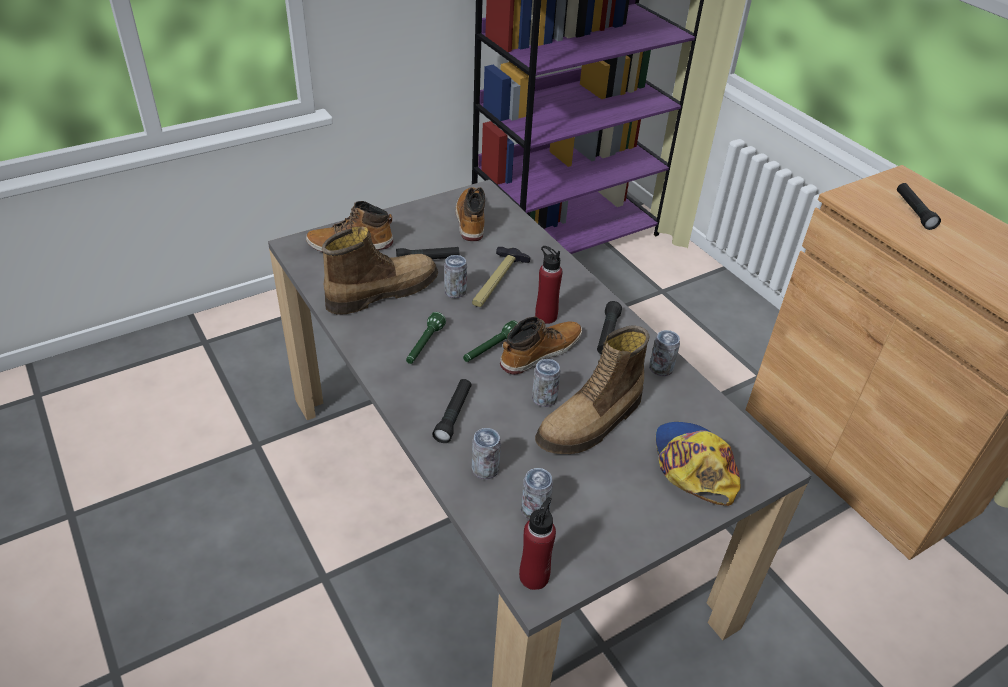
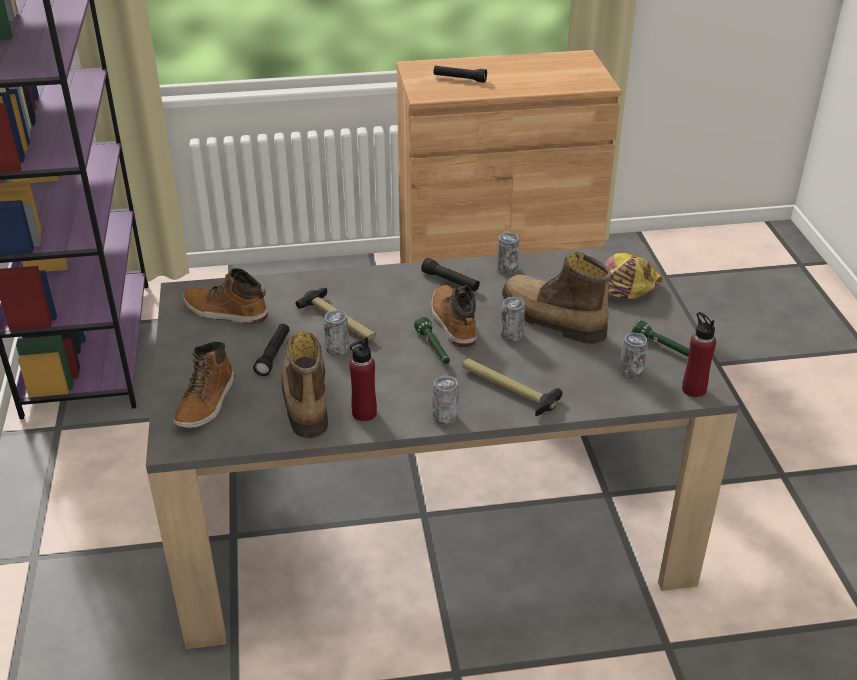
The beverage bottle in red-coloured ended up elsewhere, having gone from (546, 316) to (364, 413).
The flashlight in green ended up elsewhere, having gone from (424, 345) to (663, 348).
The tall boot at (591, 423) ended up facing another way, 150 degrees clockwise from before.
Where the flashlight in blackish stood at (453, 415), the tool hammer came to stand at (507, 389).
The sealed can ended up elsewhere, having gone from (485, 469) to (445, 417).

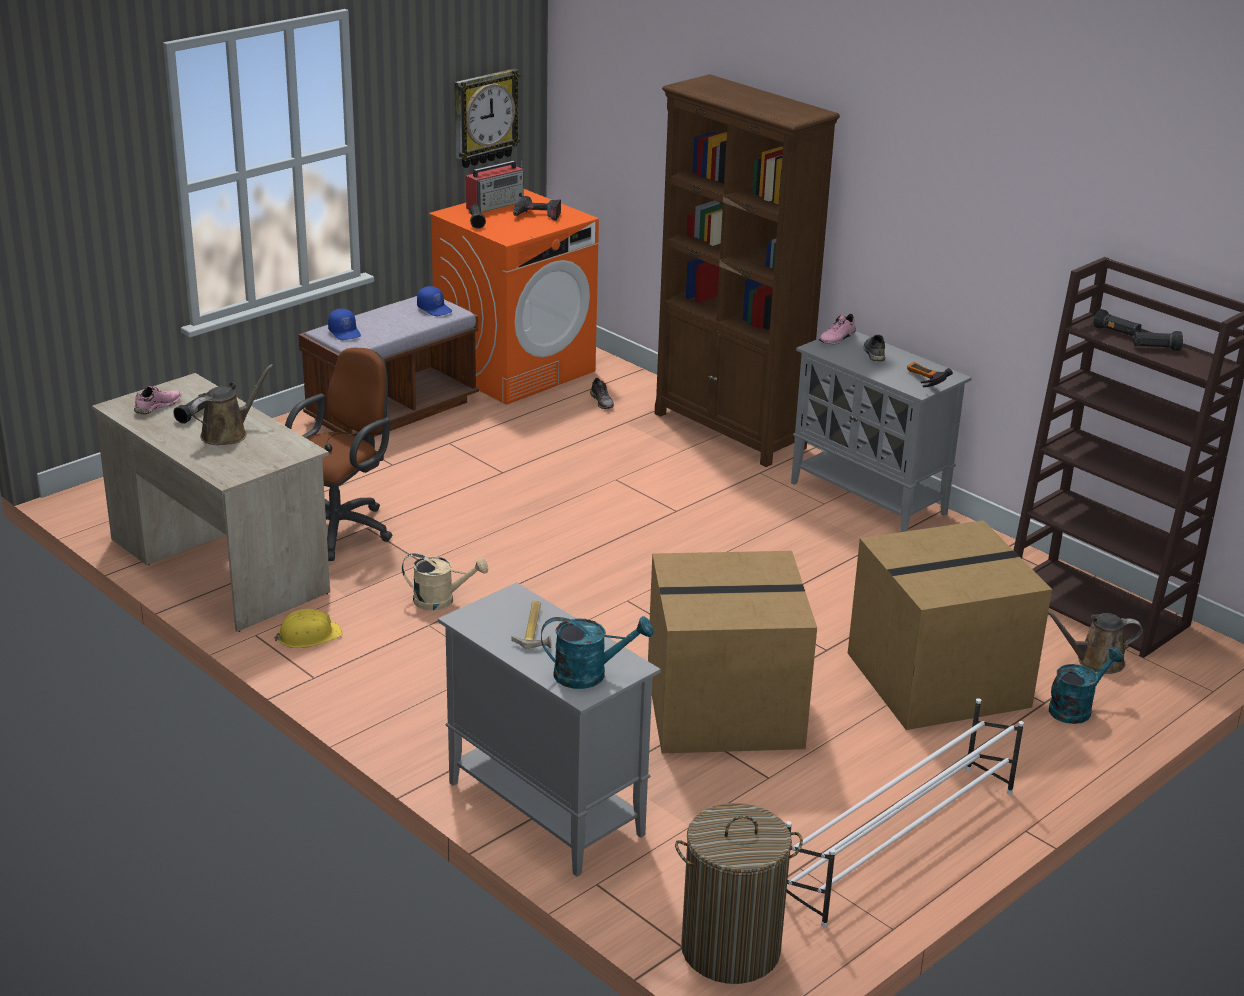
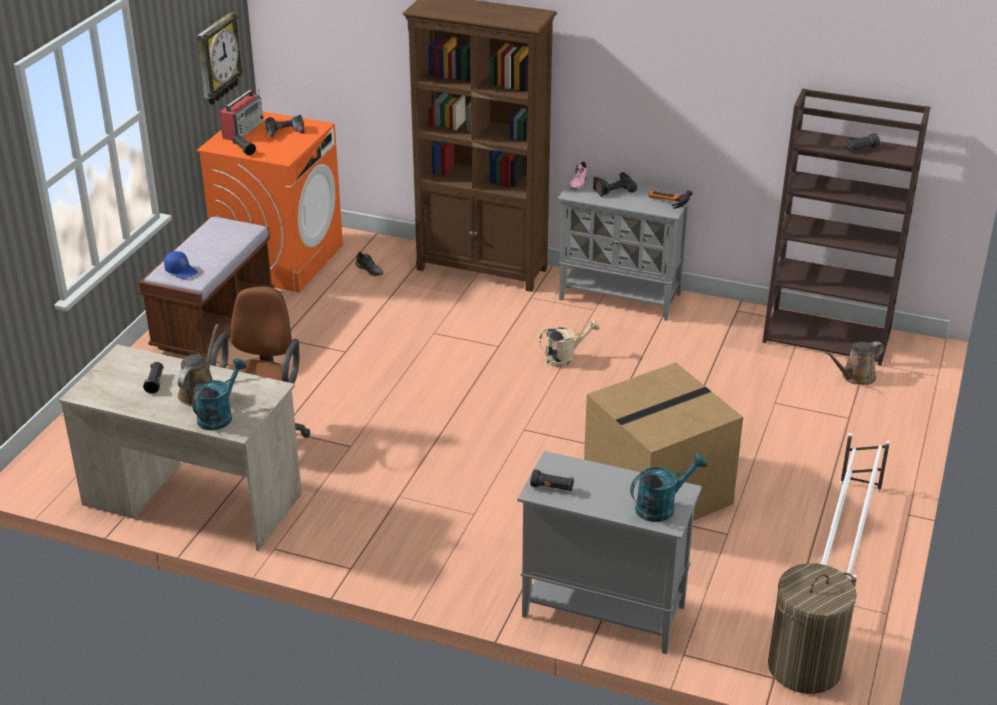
The second view lost the baseball cap in blue-coloured at (435, 309).
The flashlight in blackish ended up elsewhere, having gone from (1116, 333) to (552, 488).
Where the low shoe in greyish stood at (873, 353), the power drill came to stand at (614, 189).
The second view lost the low shoe in pink-coloured at (157, 406).
The second view lost the carton at (938, 678).
The watering can in sand-coloured ended up elsewhere, having gone from (441, 601) to (565, 358).
The second view lost the tool hammer at (536, 629).
The second view lost the hard hat in yellowish at (308, 636).
The watering can in turquoise ended up elsewhere, having gone from (1076, 708) to (219, 415).

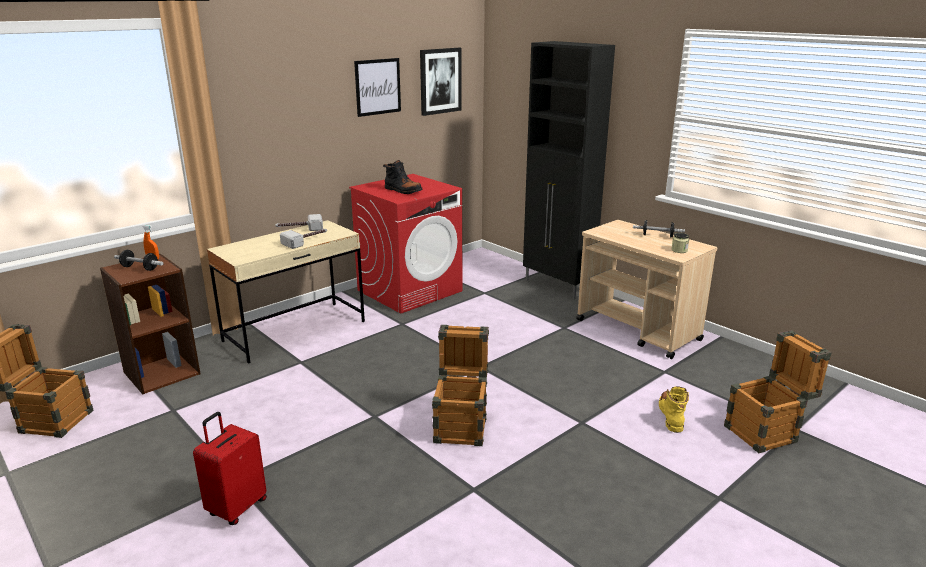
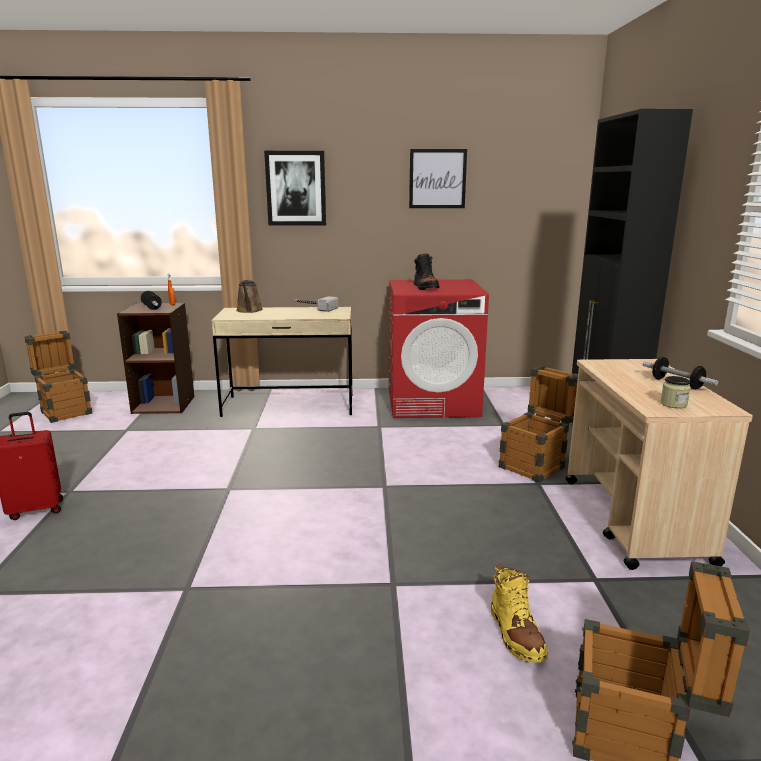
The wall picture ended up elsewhere, having gone from (440, 81) to (296, 188).
The second view lost the tool hammer at (306, 241).
The shipping crate ended up elsewhere, having gone from (461, 425) to (536, 465).
The tall boot in yellowish at (671, 416) ended up facing another way, 120 degrees clockwise from before.
The second view gained the watering can in brown-coloured at (249, 310).

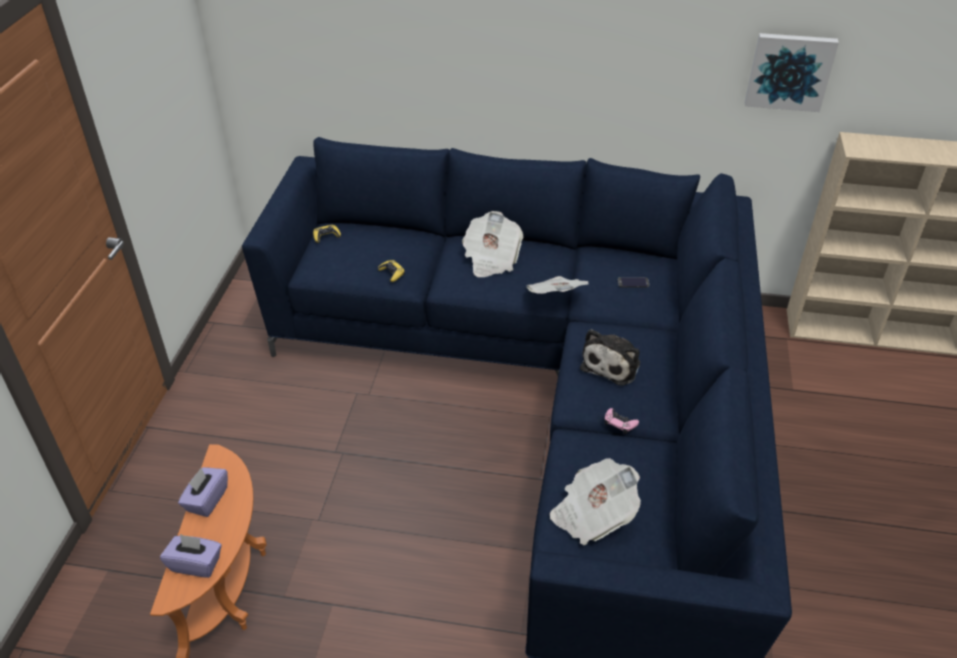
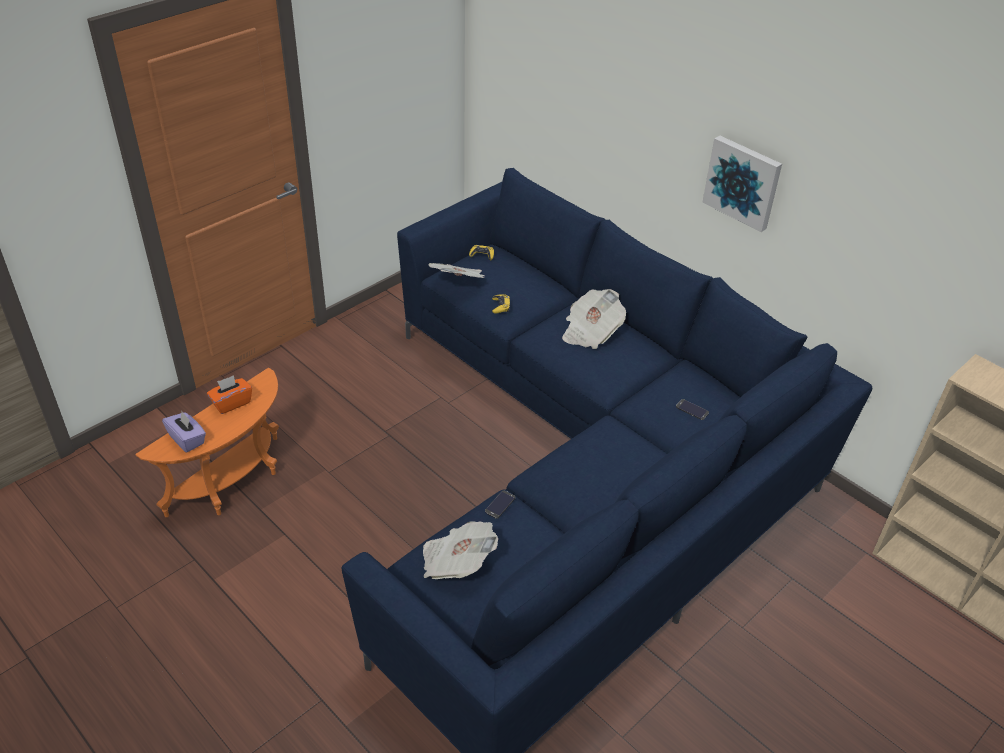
The wall picture ended up elsewhere, having gone from (789, 71) to (743, 182).
The daily paper ended up elsewhere, having gone from (556, 298) to (459, 282).
The second view lost the soft toy at (612, 364).
The second view lost the game controller in pink-coloured at (620, 423).
What was the tissue holder in purple at (206, 500) turned into the tissue holder in orange-coloured at (231, 403).
The second view gained the telephone at (500, 504).

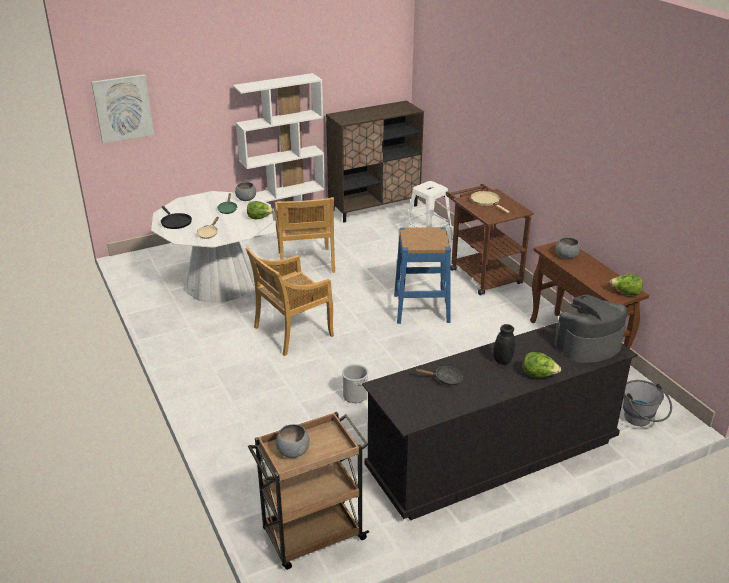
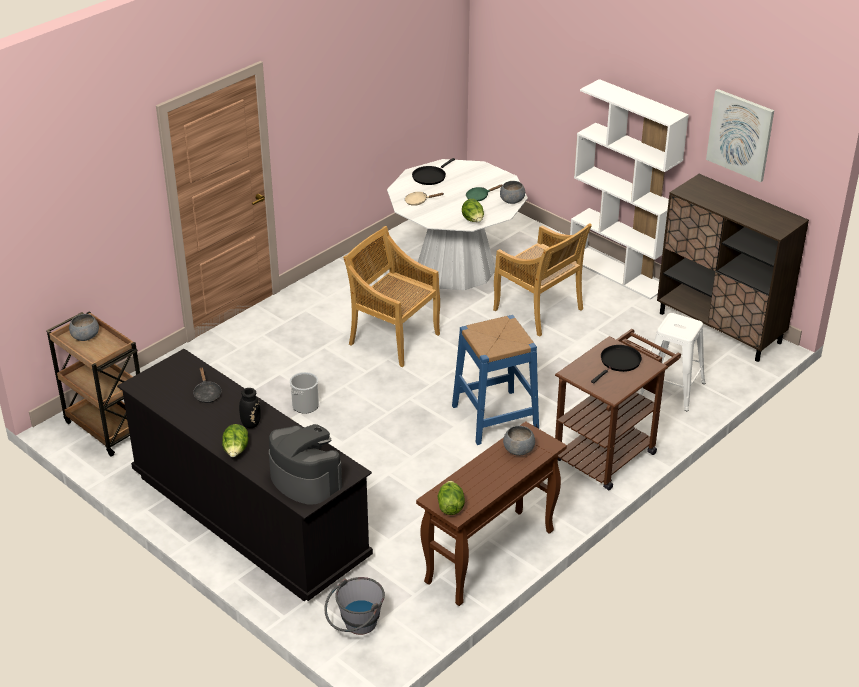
The wall picture ended up elsewhere, having gone from (123, 108) to (740, 134).
What was the frying pan in sand-coloured at (486, 201) turned into the frying pan in blackish at (619, 362).
The chair in sand-coloured at (306, 263) ended up facing another way, 105 degrees counterclockwise from before.

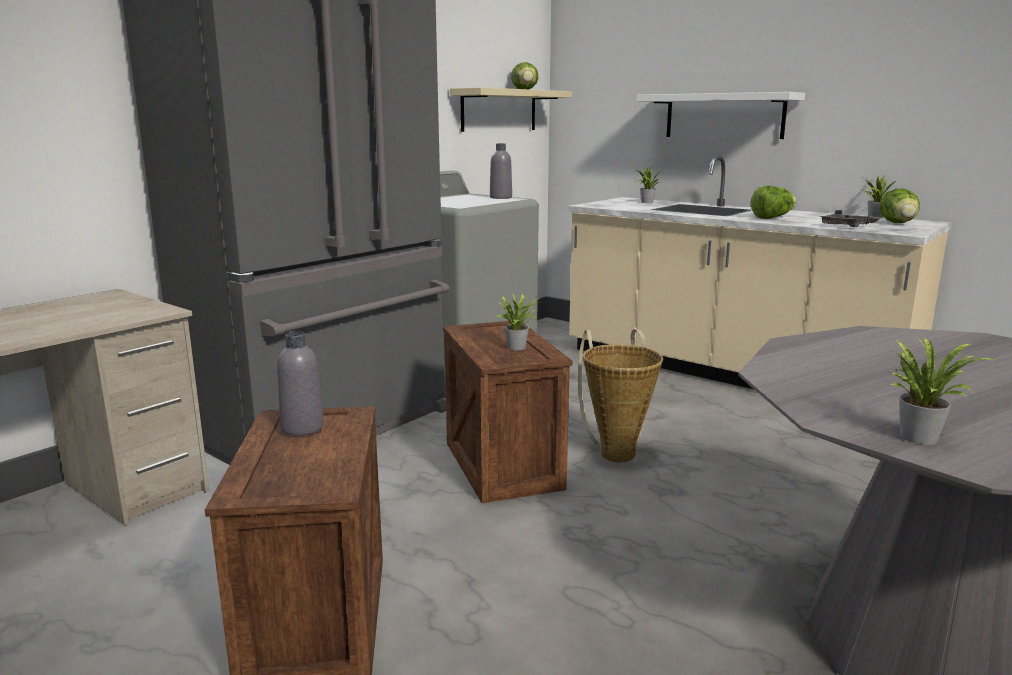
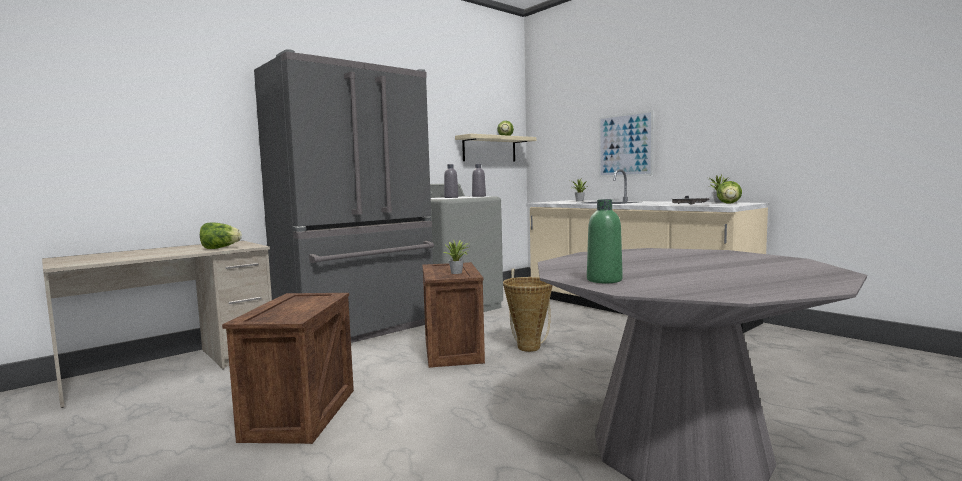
Where the bracket shelf in whitish hung at (724, 116), the wall picture came to hang at (625, 145).
The lettuce ended up elsewhere, having gone from (772, 218) to (220, 248).
The beverage bottle in greyish ended up elsewhere, having gone from (302, 427) to (451, 197).
Where the houseplant stood at (919, 436), the beverage bottle in green came to stand at (604, 280).

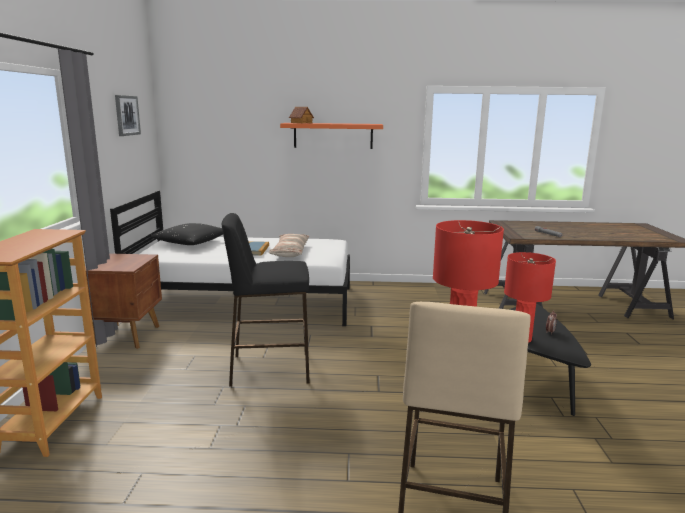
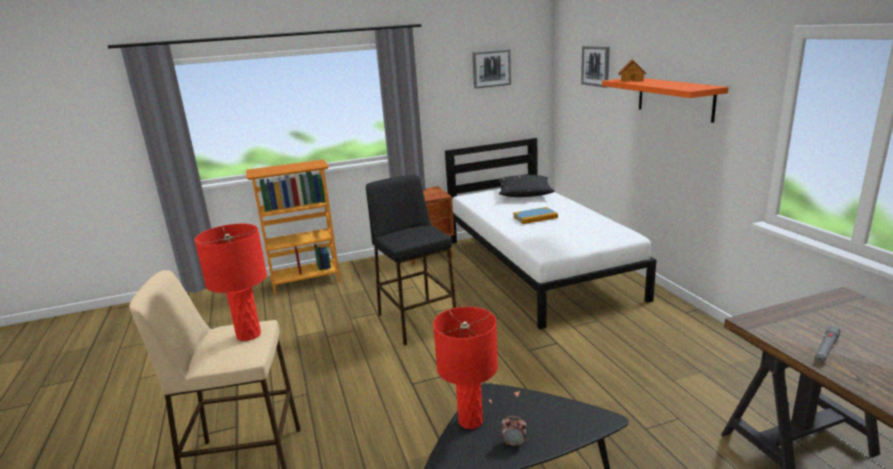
The second view lost the pillow at (290, 252).
The second view gained the wall picture at (596, 66).

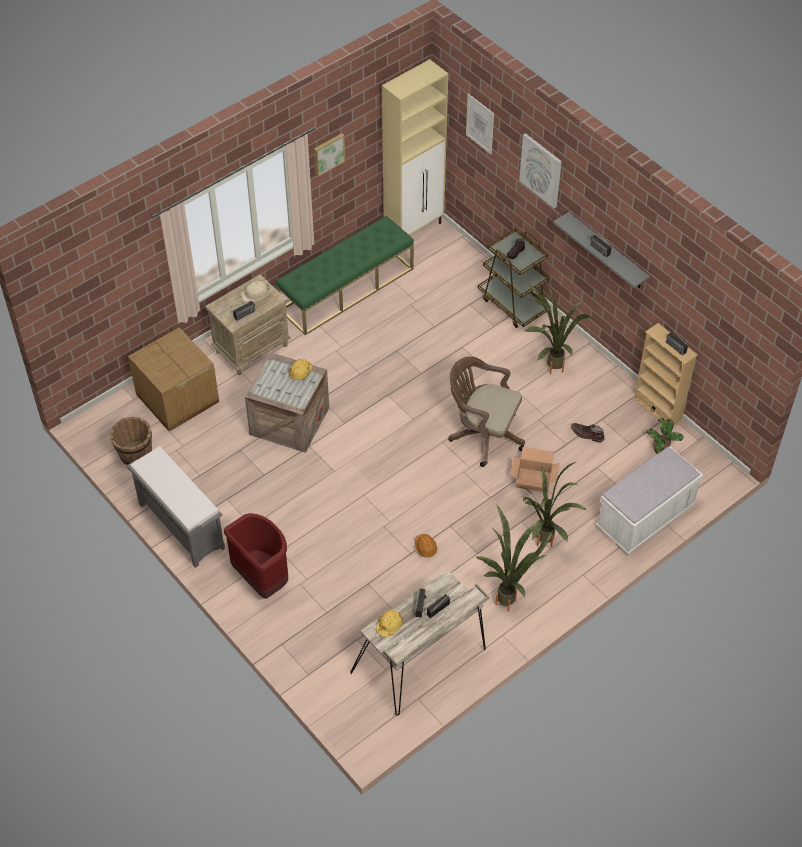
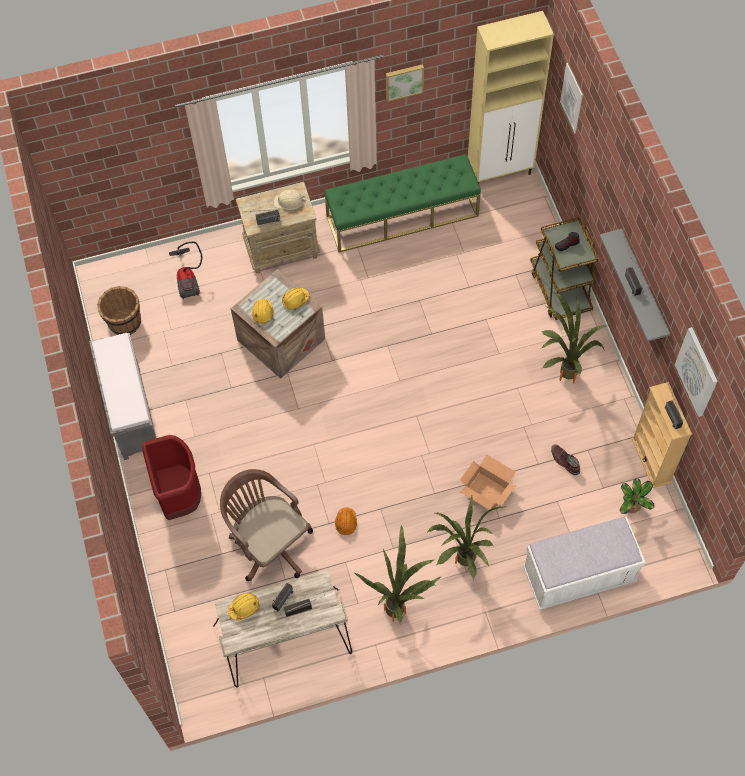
The wall picture ended up elsewhere, having gone from (541, 170) to (697, 372).
Where the carton stood at (177, 399), the vacuum cleaner came to stand at (188, 278).
The computer chair in brown-coloured ended up elsewhere, having gone from (483, 435) to (268, 543).
The second view gained the hard hat in yellowish at (262, 313).

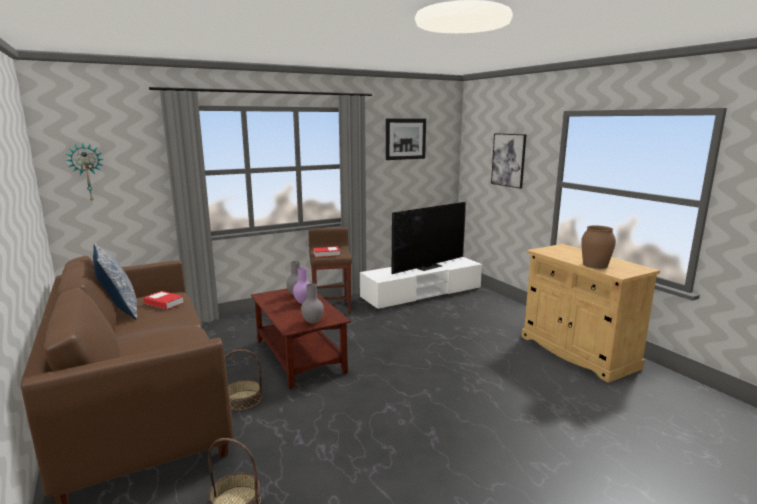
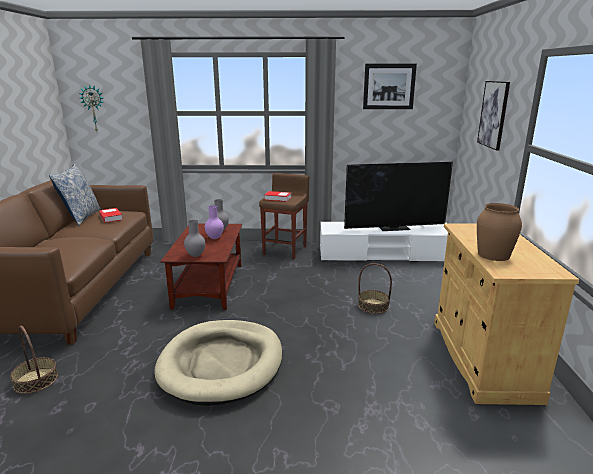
The basket ended up elsewhere, having gone from (243, 400) to (373, 306).
The second view gained the pet bed in sand-coloured at (222, 364).

